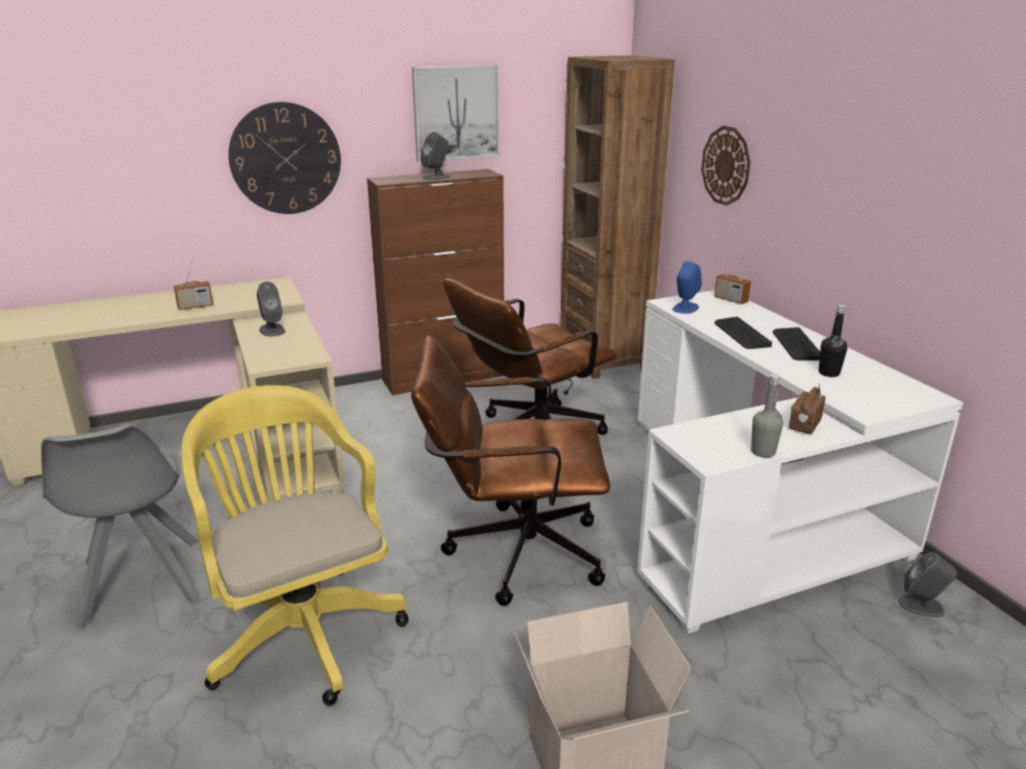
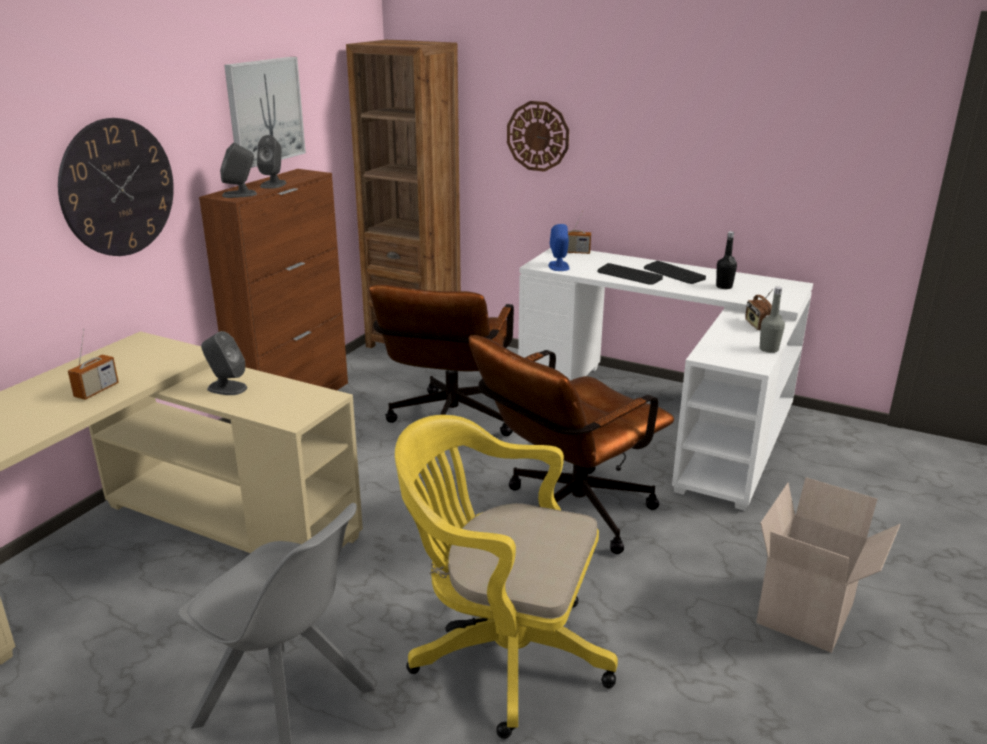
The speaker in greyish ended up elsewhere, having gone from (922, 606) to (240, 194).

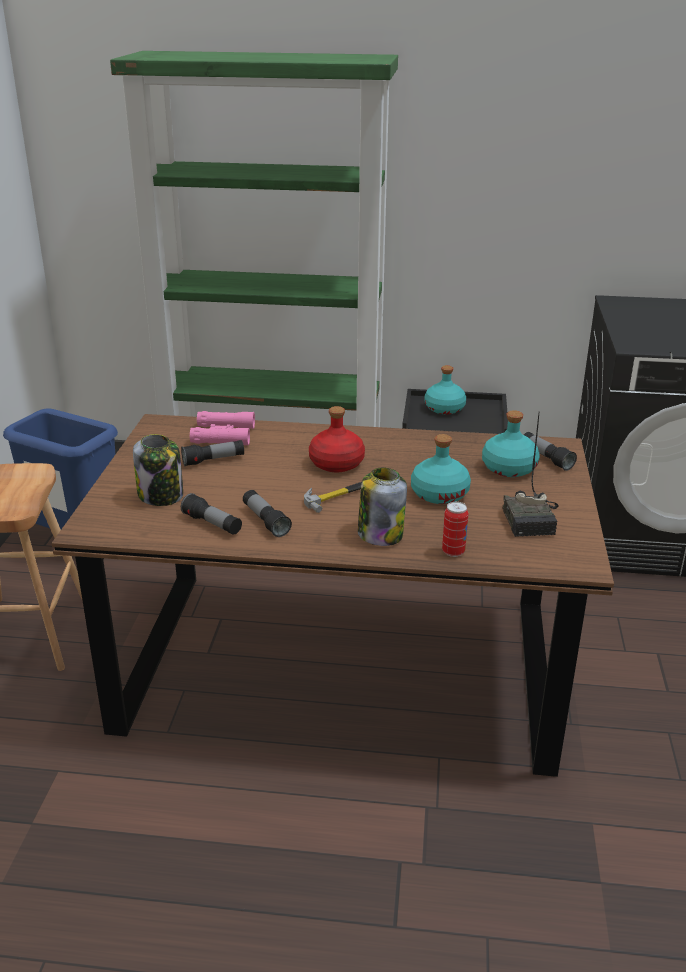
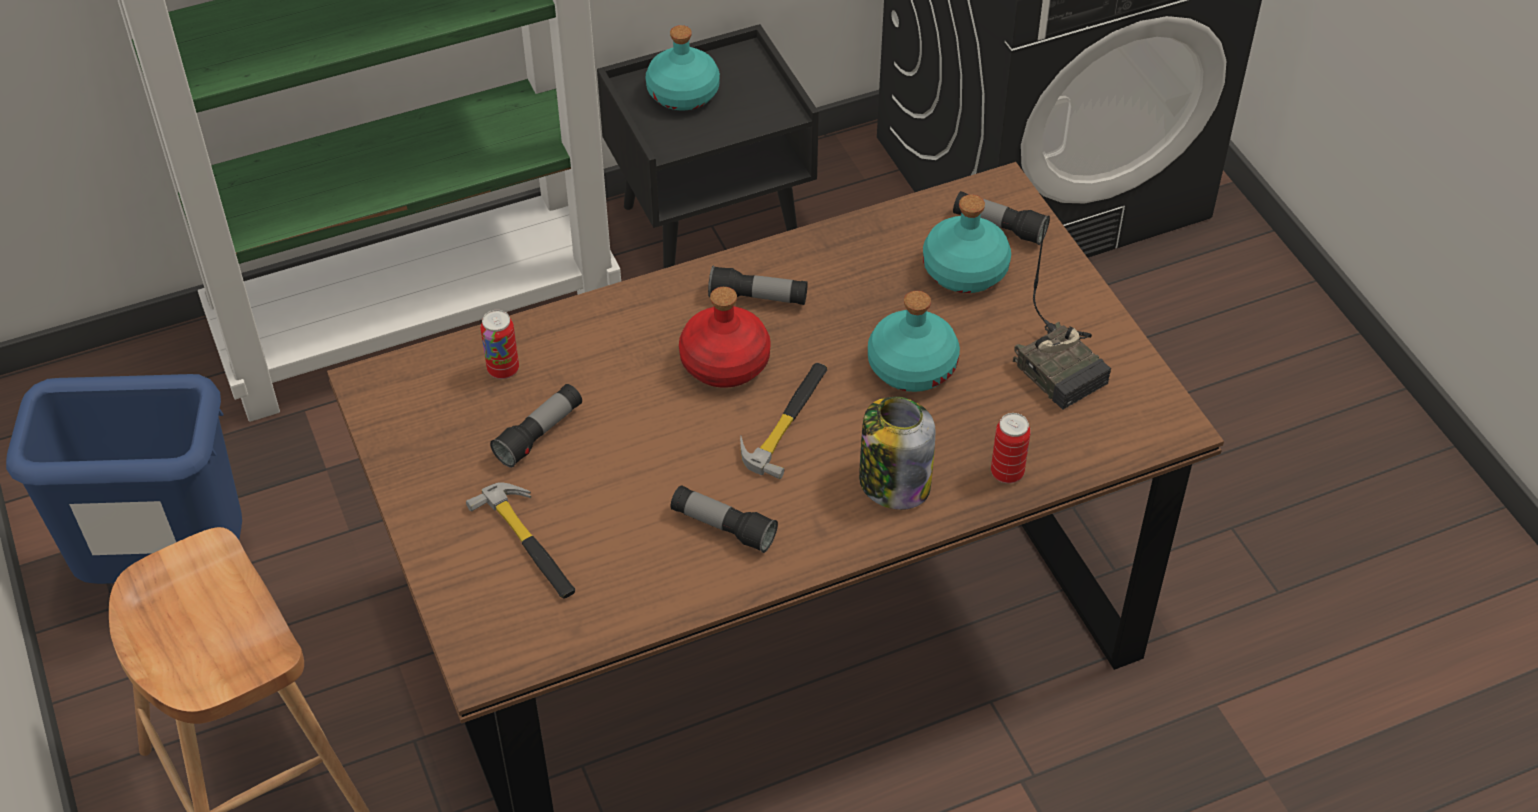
Where the binoculars in pink-coloured stood at (223, 435), the sealed can came to stand at (503, 370).
Where the jar stood at (161, 495), the tool hammer came to stand at (530, 544).
The flashlight ended up elsewhere, having gone from (212, 524) to (758, 298).

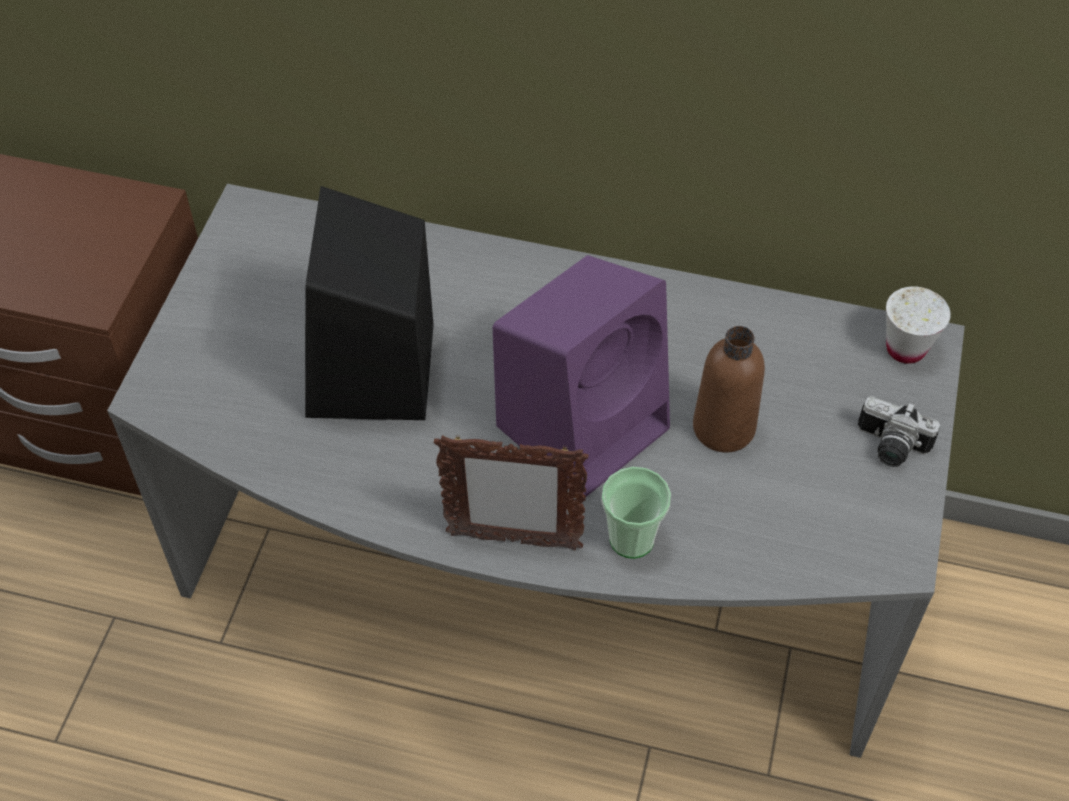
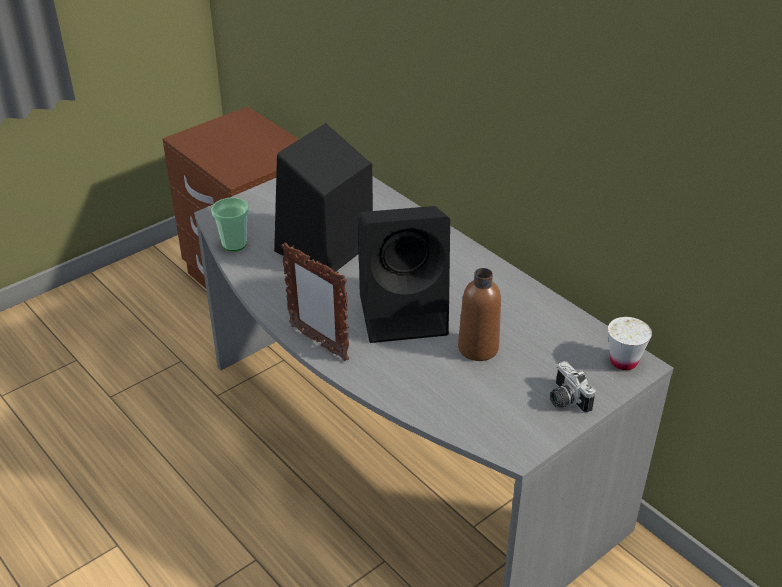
What was the speaker in purple at (585, 424) turned into the speaker in blackish at (405, 313).
The cup ended up elsewhere, having gone from (631, 539) to (234, 244).

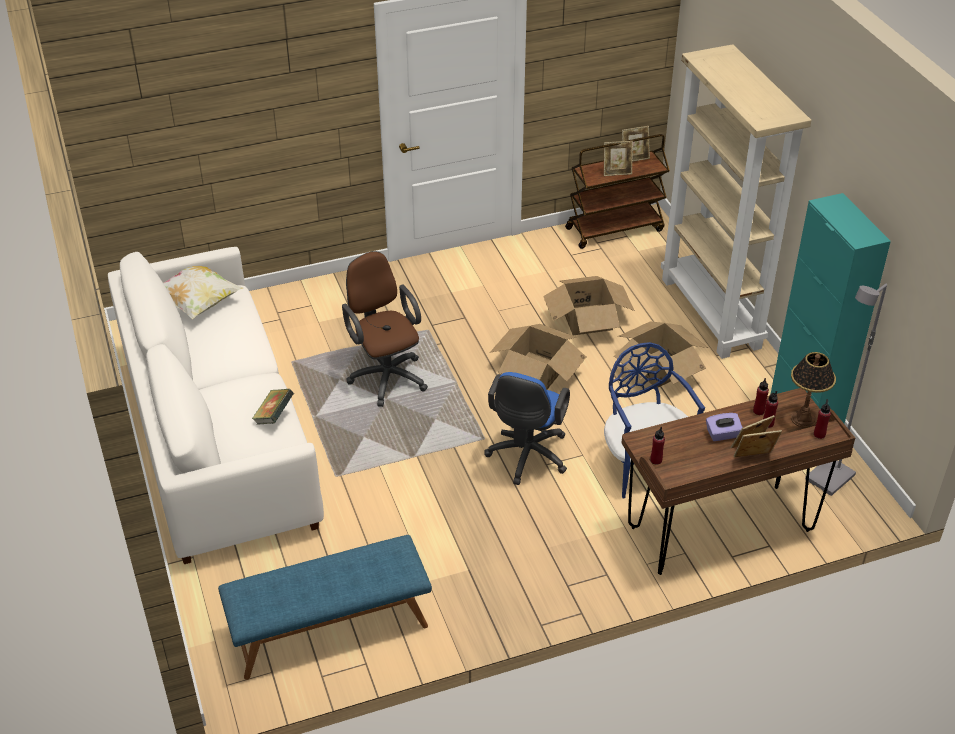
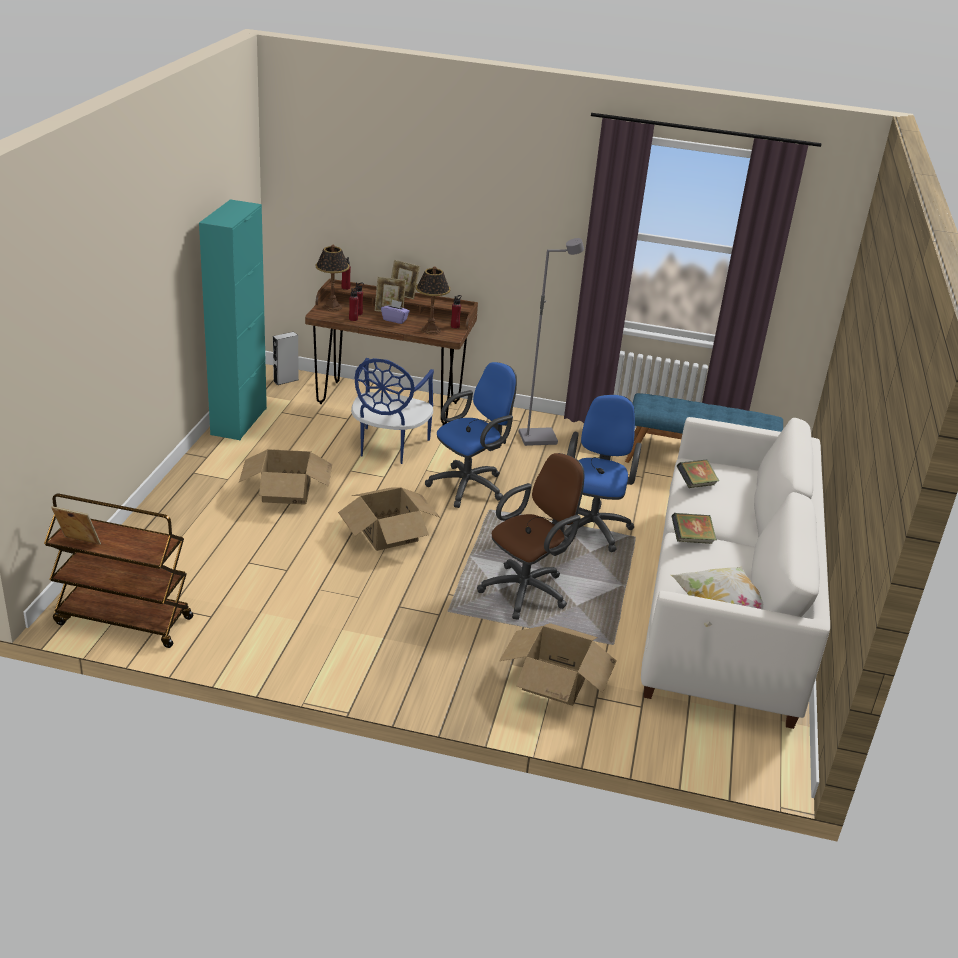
The second view lost the shelving unit in sand-coloured at (712, 313).
The second view lost the photo frame at (617, 172).
The computer chair in brown-coloured at (386, 375) ended up facing another way, 135 degrees counterclockwise from before.
The carton ended up elsewhere, having gone from (587, 319) to (555, 681).
The standard lamp in greyish ended up elsewhere, having gone from (830, 479) to (538, 438).
The second view gained the table lamp at (430, 330).
The second view gained the speaker in greyish at (286, 380).
The second view gained the computer chair in blue-coloured at (593, 526).
The second view gained the volume at (691, 539).

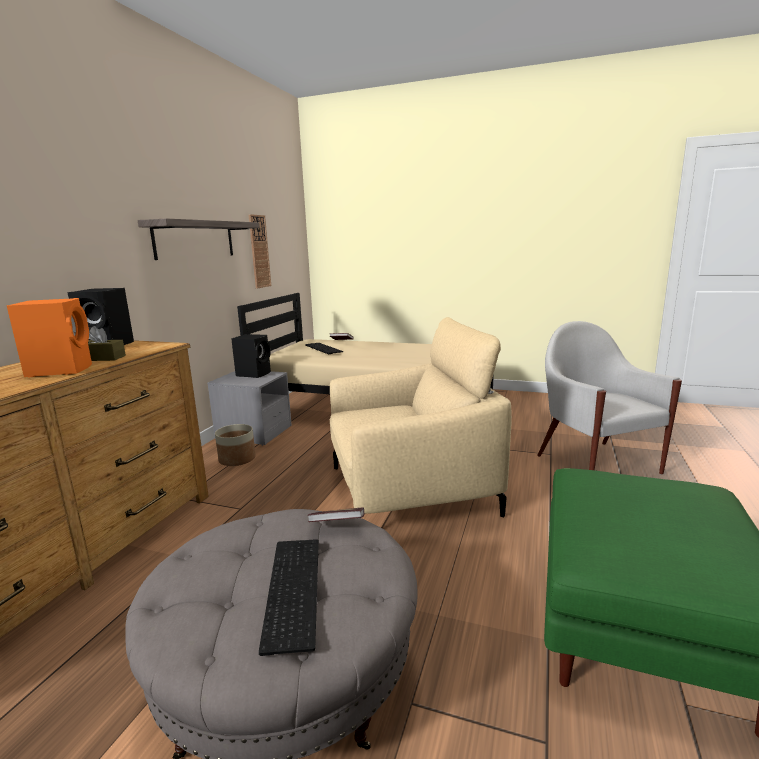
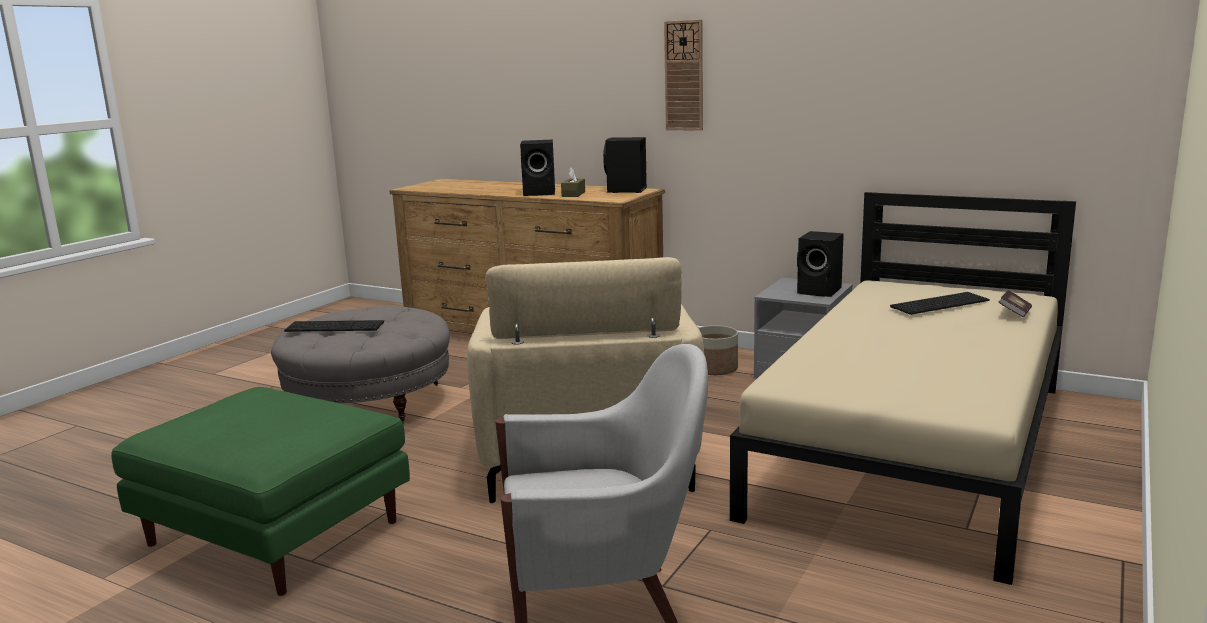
The hanging clock ended up elsewhere, having gone from (259, 251) to (684, 76).
The second view lost the bracket shelf at (195, 239).
What was the speaker in orange-coloured at (61, 370) turned into the speaker in blackish at (541, 193).
The second view lost the volume at (337, 525).

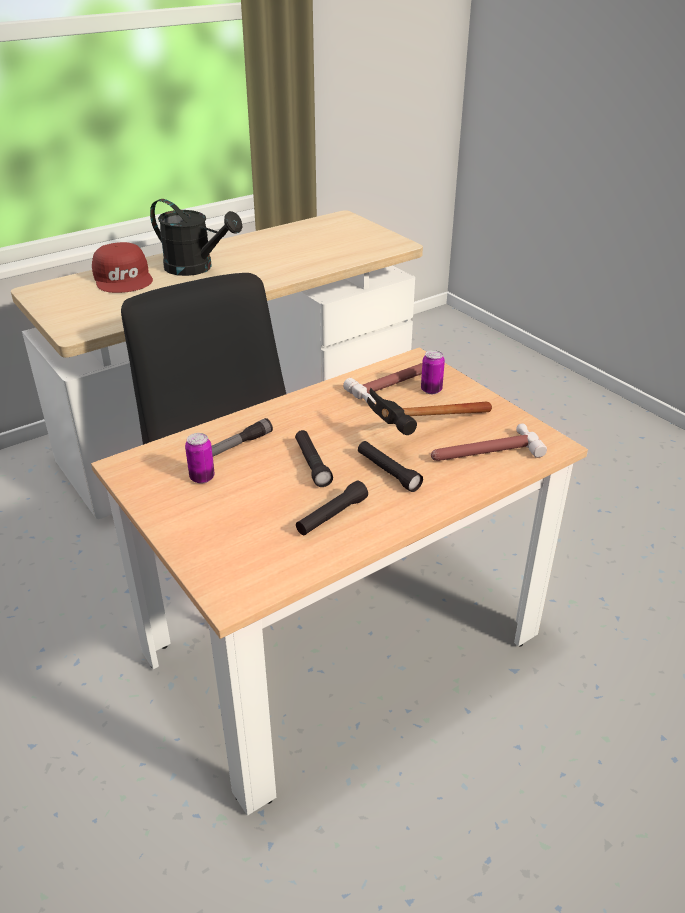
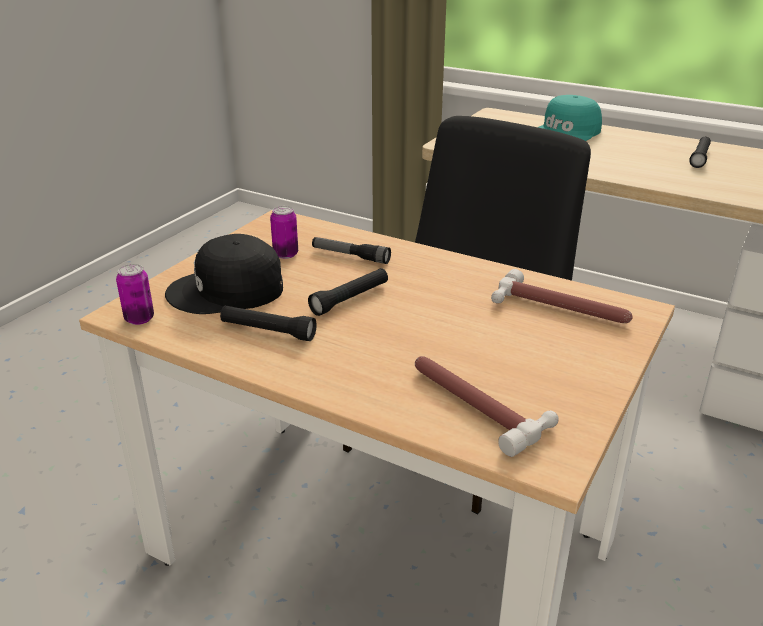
The second view lost the watering can in blackish at (196, 268).
What was the baseball cap in red-coloured at (124, 278) turned into the baseball cap in turquoise at (567, 132).
The sealed can ended up elsewhere, having gone from (431, 390) to (139, 319).
The second view lost the tool hammer at (421, 434).
The flashlight in blackish ended up elsewhere, having gone from (388, 472) to (699, 158).
The second view gained the baseball cap in blackish at (227, 291).

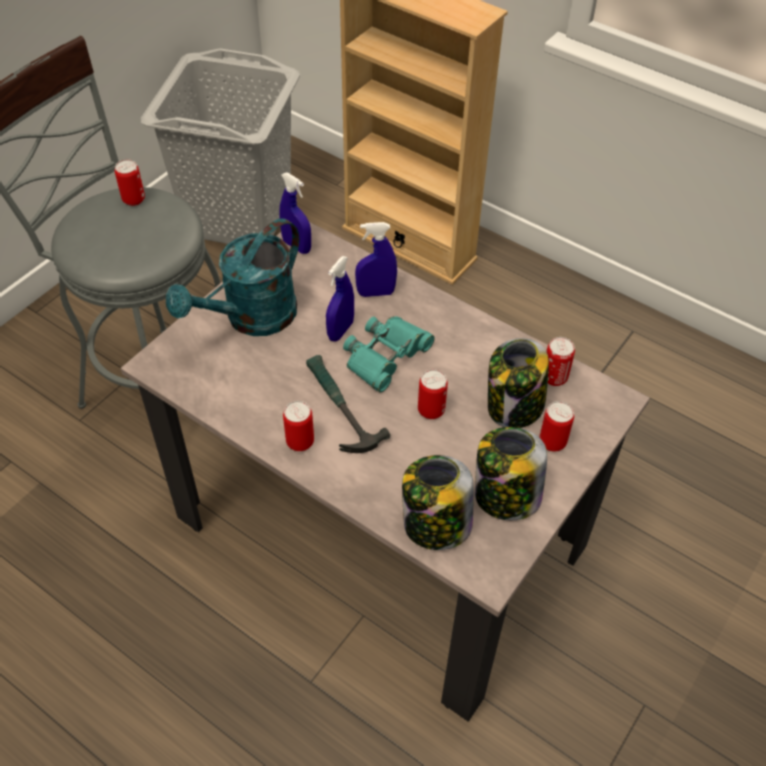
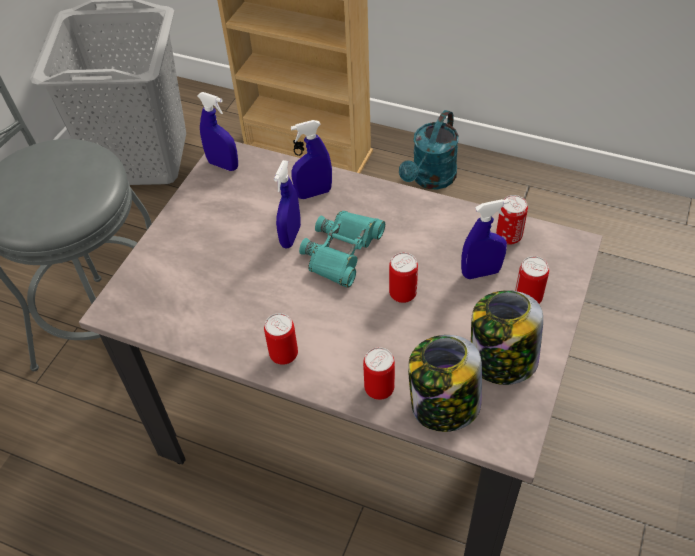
The sealed can ended up elsewhere, having gone from (133, 199) to (379, 389).
The watering can in turquoise ended up elsewhere, having gone from (251, 319) to (430, 179).
Where the jar stood at (514, 407), the sprayer in blue-coloured came to stand at (481, 273).
The second view lost the tool hammer at (339, 408).

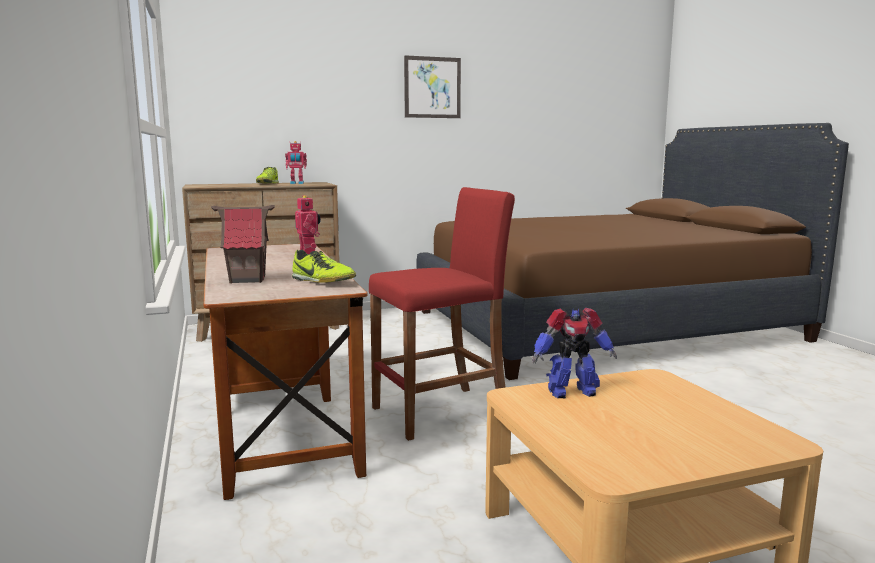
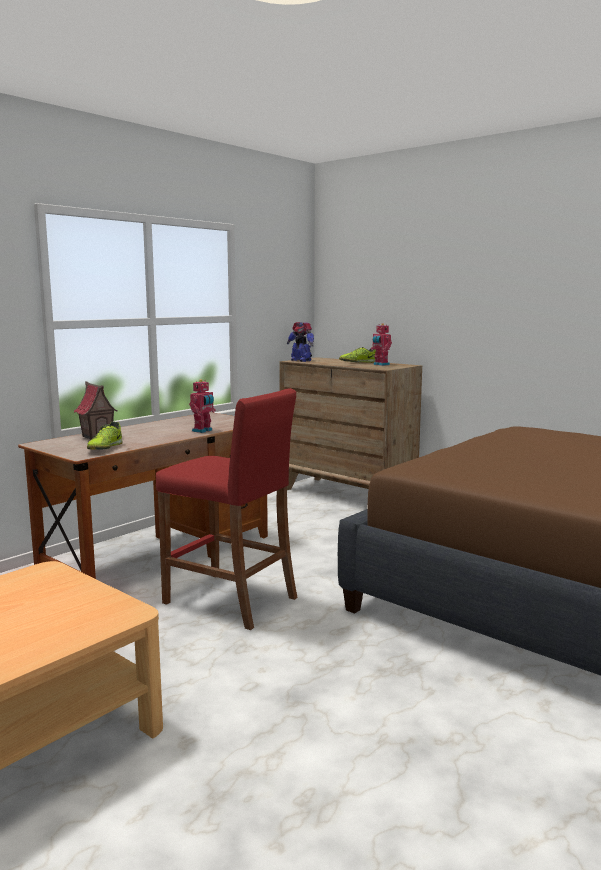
The second view lost the wall picture at (432, 87).
The toy robot ended up elsewhere, having gone from (570, 391) to (301, 360).

